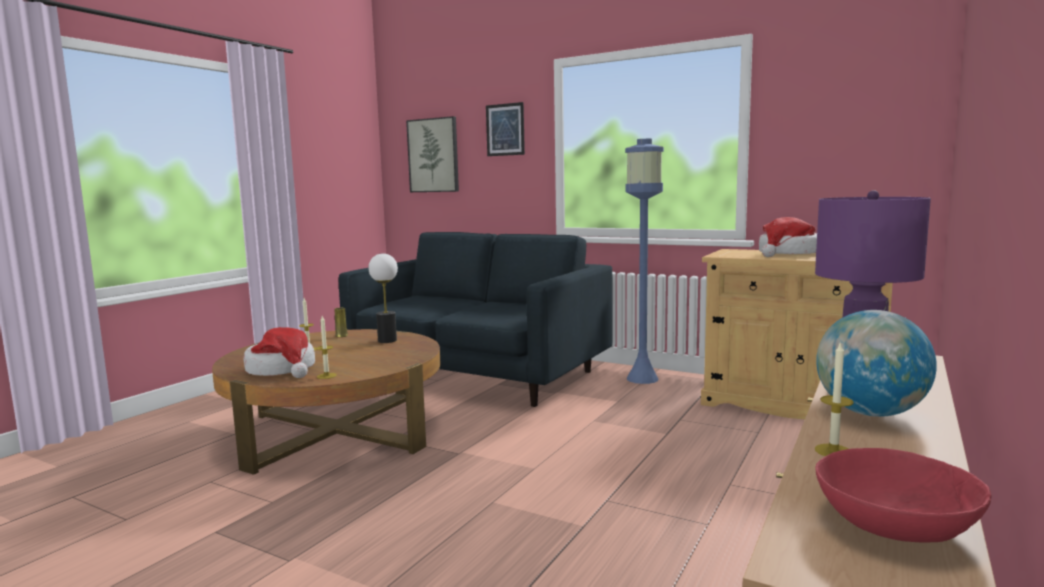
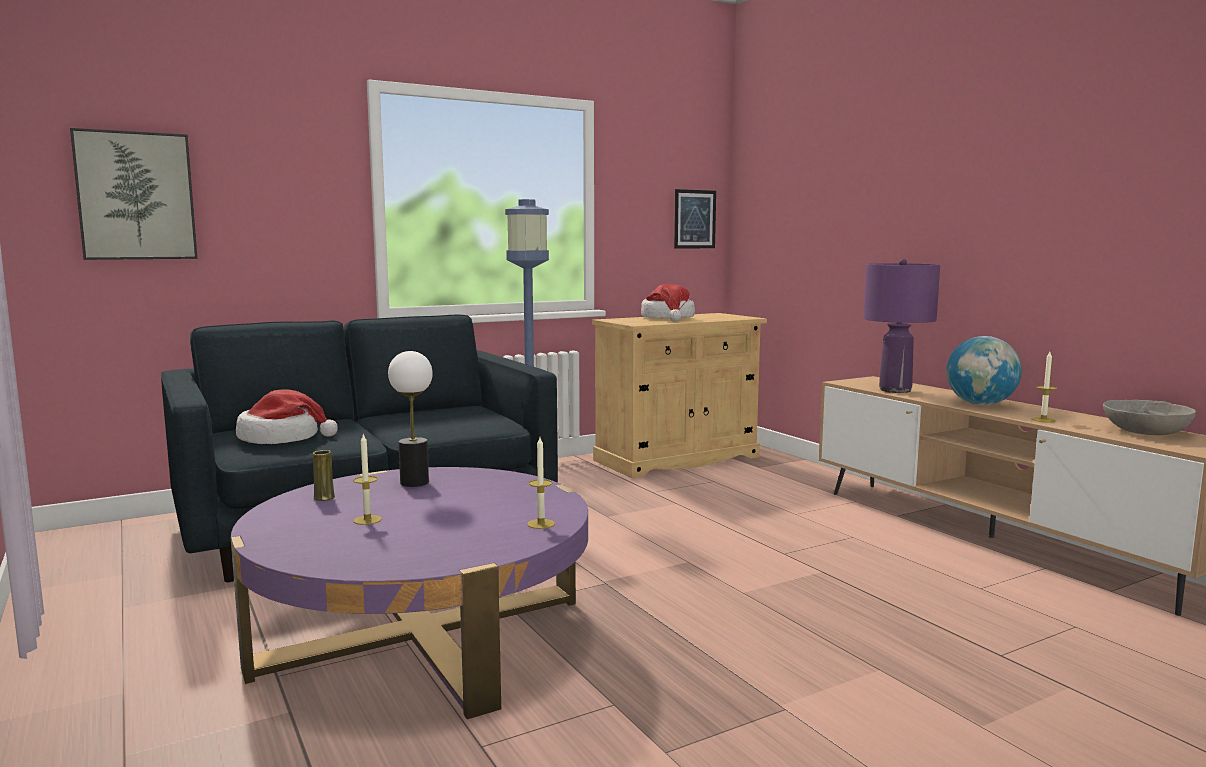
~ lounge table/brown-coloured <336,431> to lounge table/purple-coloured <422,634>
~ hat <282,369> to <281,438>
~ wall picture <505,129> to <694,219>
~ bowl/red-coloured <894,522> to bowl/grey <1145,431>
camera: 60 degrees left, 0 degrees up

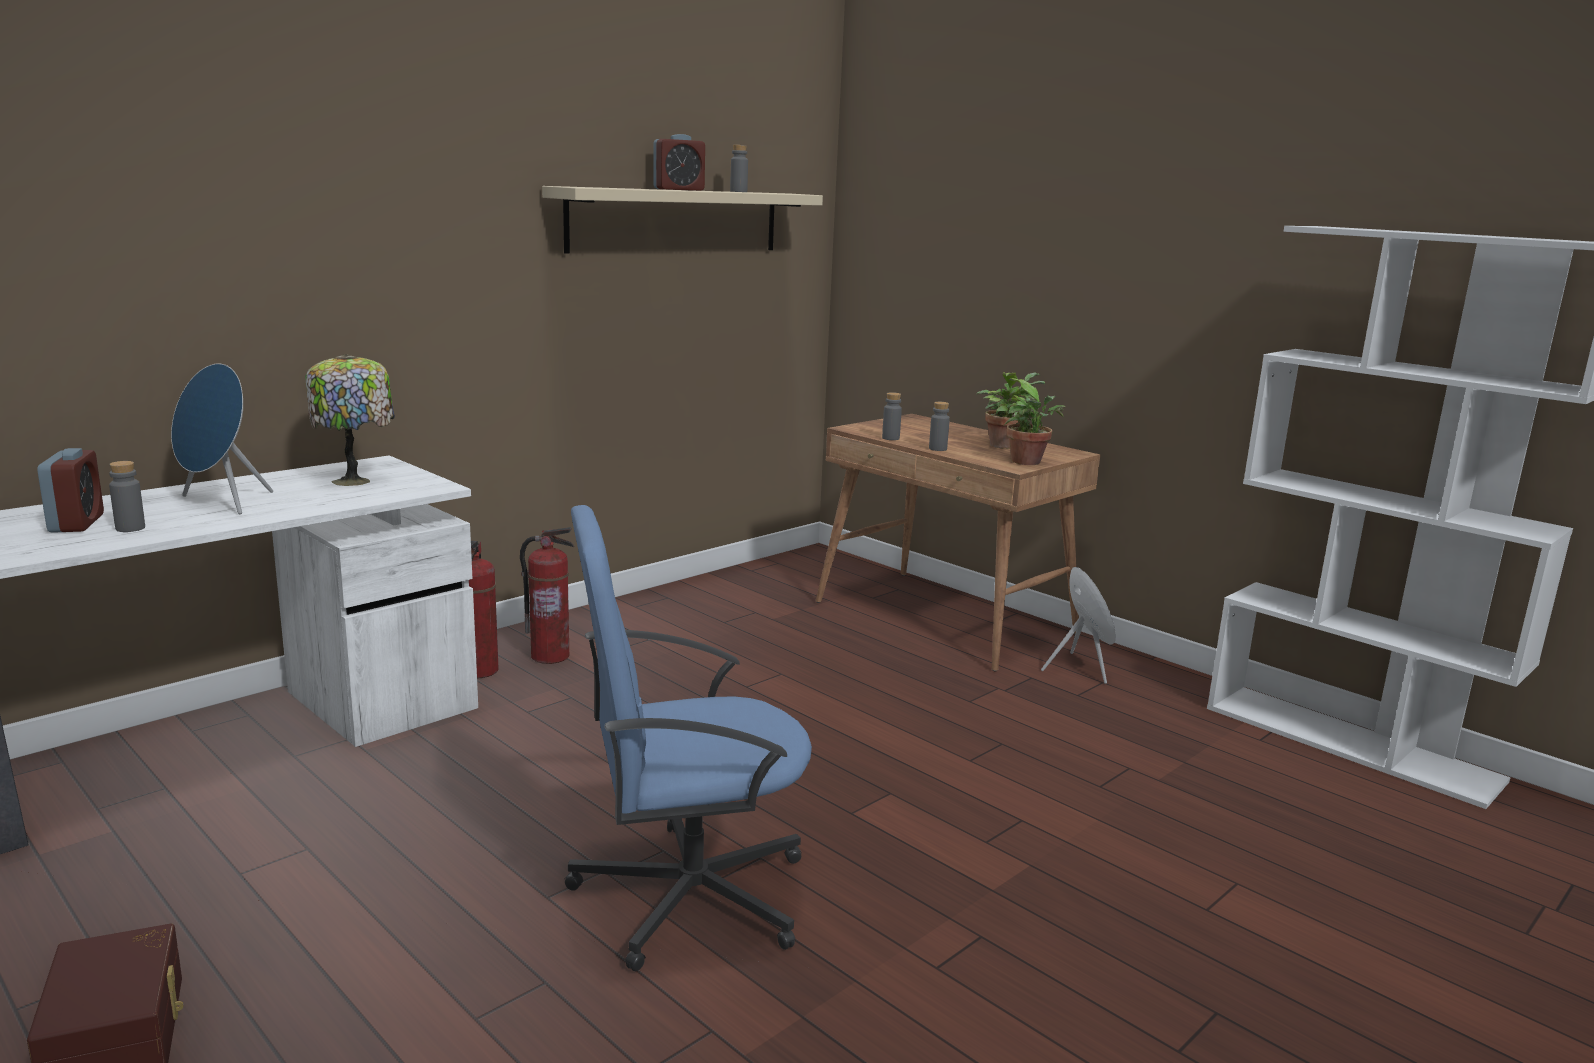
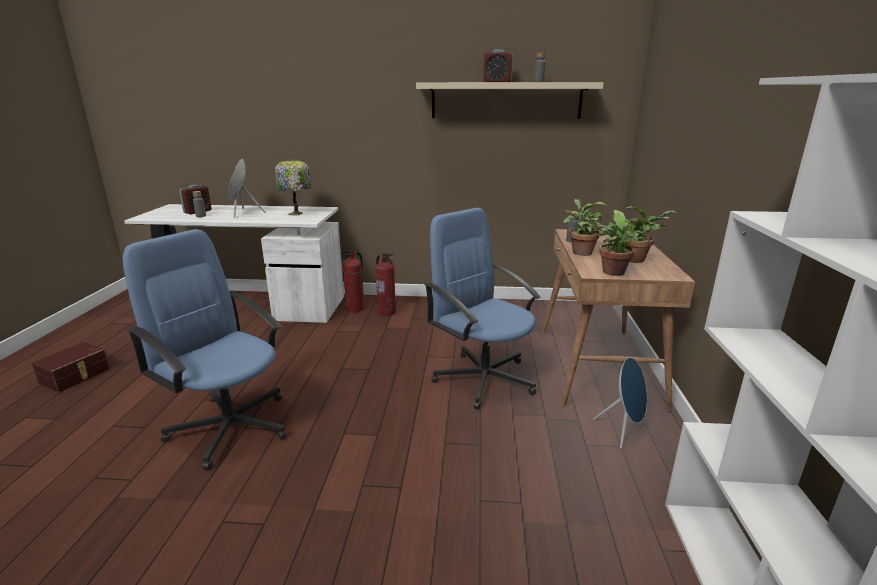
~ beverage bottle/grey <937,449> to plant in a pot <580,252>
+ office chair/blue-coloured <483,378>
camera: 50 degrees right, 5 degrees up

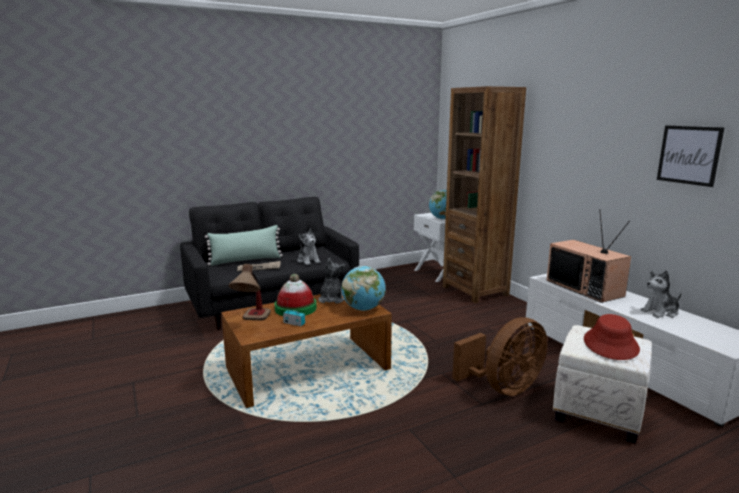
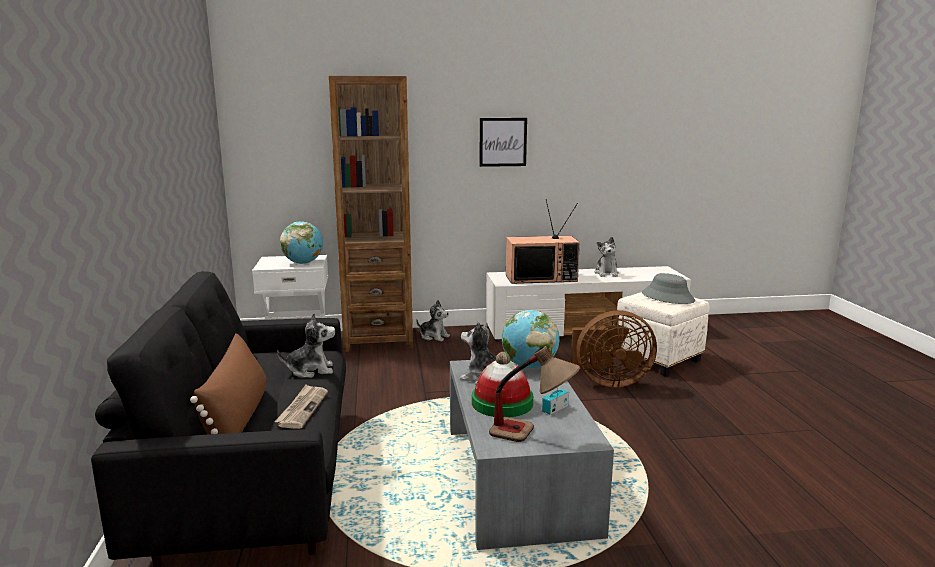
~ throw pillow/green <246,260> to throw pillow/brown-coloured <237,418>
~ lounge table/brown-coloured <308,368> to lounge table/grey <516,478>
~ cooling fan/brown-coloured <503,388> = <608,381> 105 degrees clockwise
~ hat/red-coloured <611,344> to hat/grey <668,297>
~ wall picture <689,155> to <503,142>
+ cuddly toy <434,336>
camera: 70 degrees left, 0 degrees up

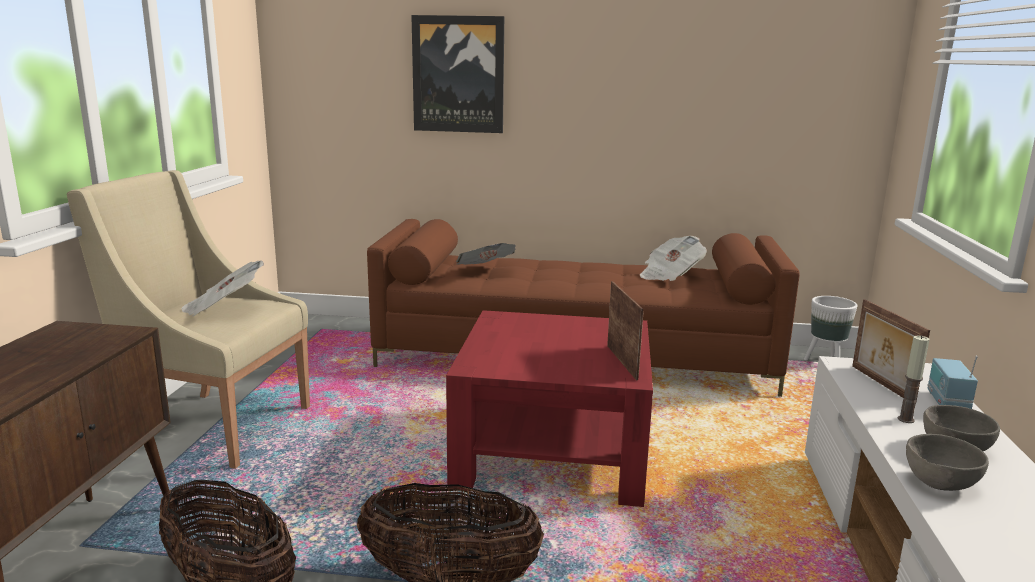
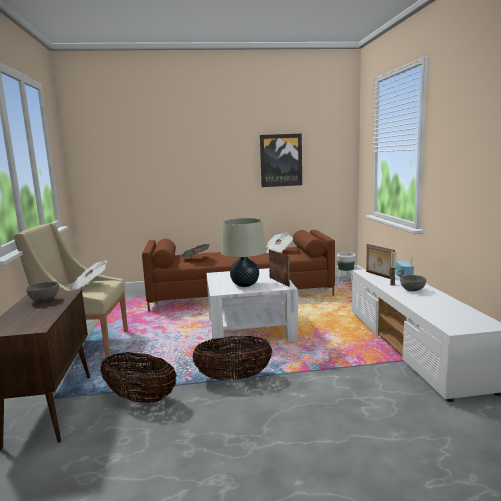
~ wall picture <458,74> to <281,160>
~ lounge table/red-coloured <552,450> to lounge table/white-coloured <250,328>
~ bowl/grey <938,483> to <44,300>
+ lamp for a table/beige-coloured <245,284>
camera: 15 degrees left, 5 degrees down

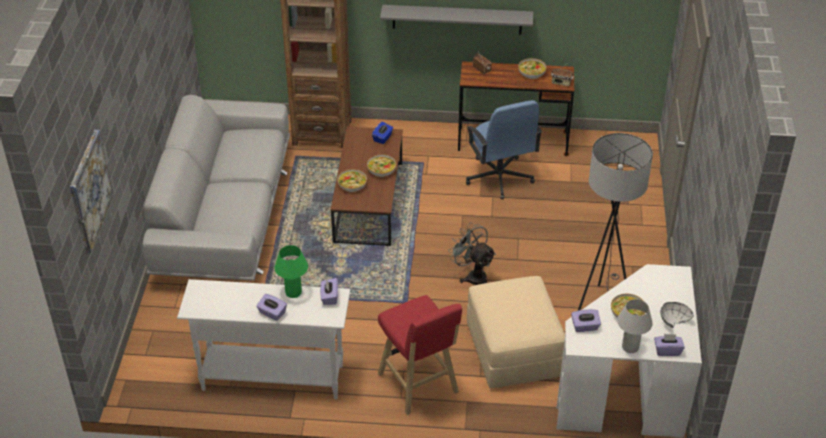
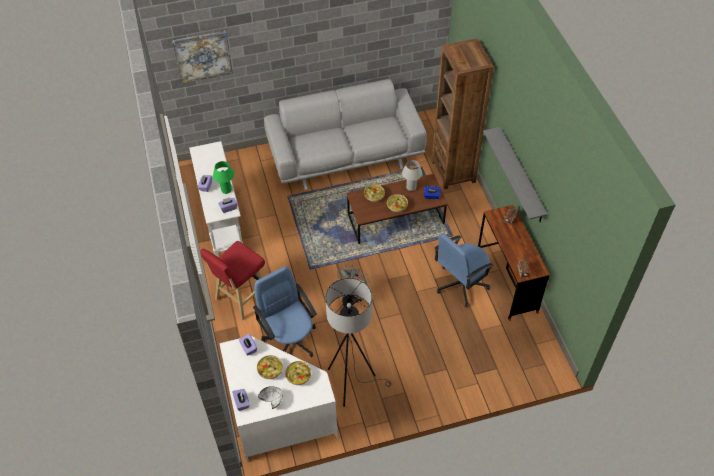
~ footrest/beige-coloured <513,350> to office chair/blue-coloured <290,340>
~ bowl <531,73> to <298,376>
~ lamp for a table/white-coloured <630,347> to <411,187>
camera: 70 degrees right, 10 degrees up

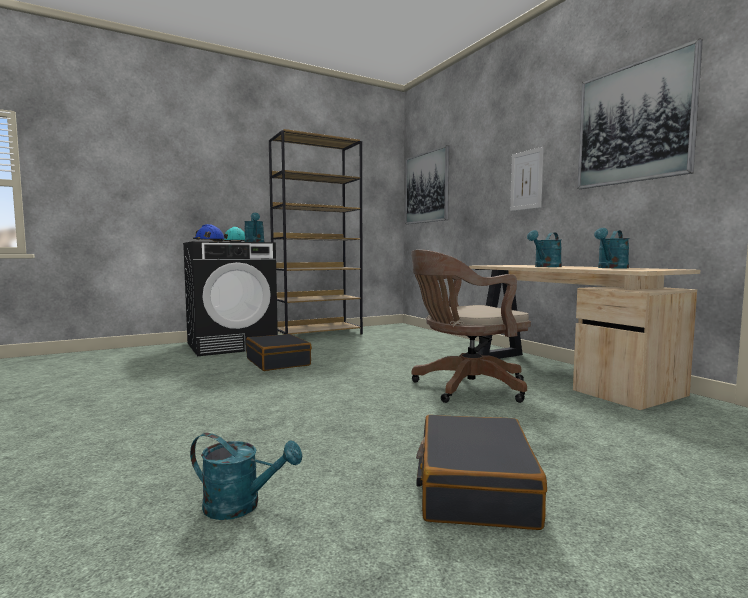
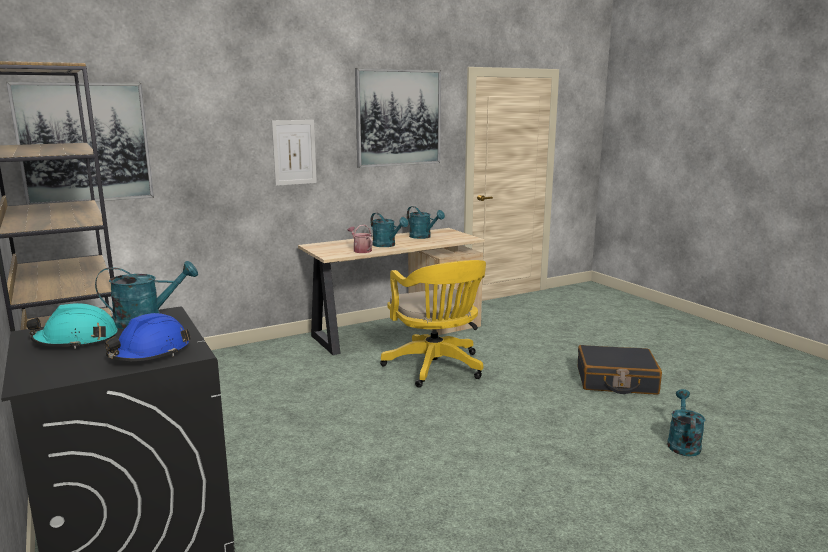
- piece of luggage/black-coloured <278,362>
~ office chair/brown-coloured <465,388> to office chair/yellowish <436,368>
+ watering can <361,250>
camera: 90 degrees left, 10 degrees up

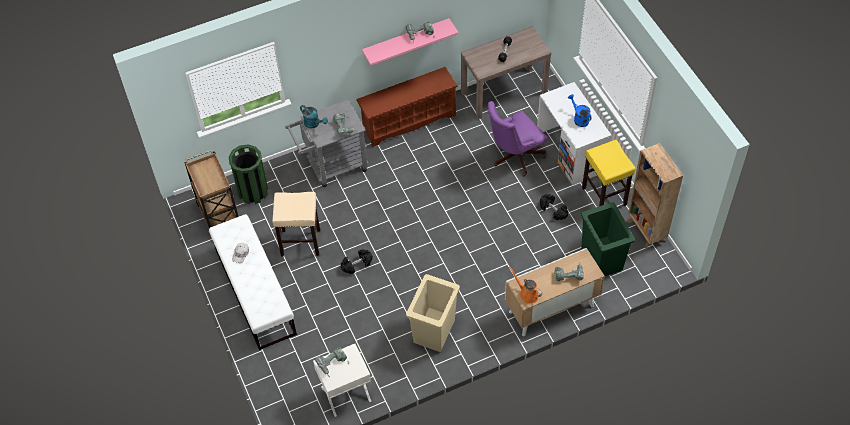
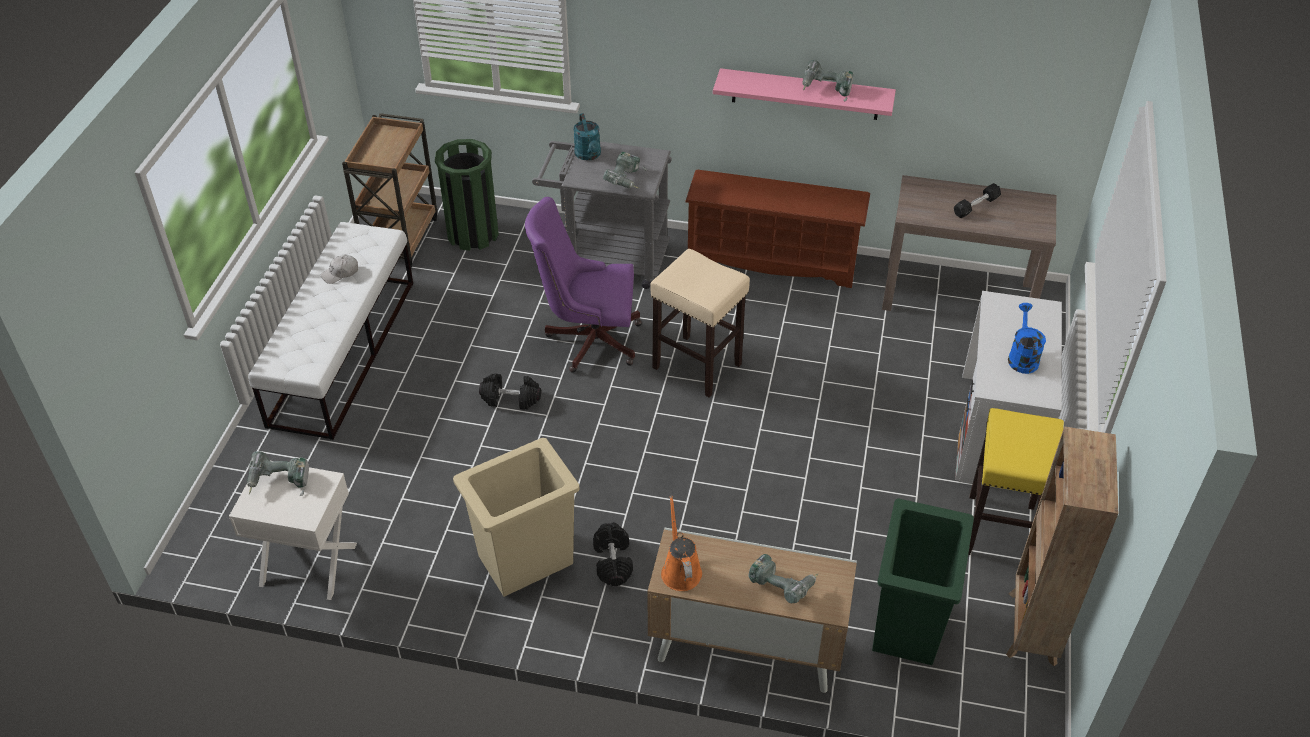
~ stool/beige-coloured <301,242> to <698,366>
~ office chair/purple-coloured <514,156> to <588,339>
~ hand weight/black-coloured <553,210> to <613,562>
camera: 35 degrees right, 10 degrees down

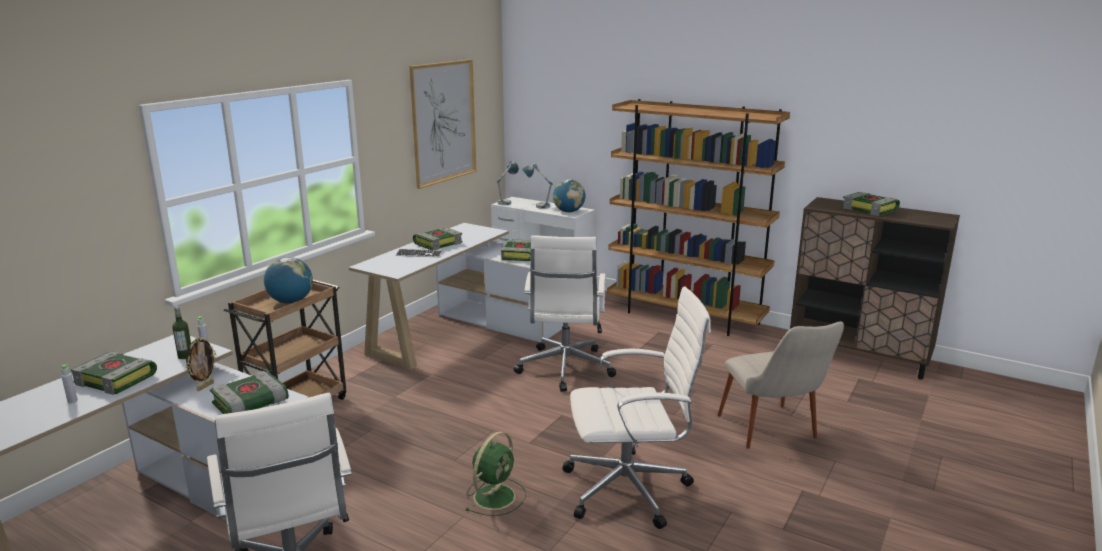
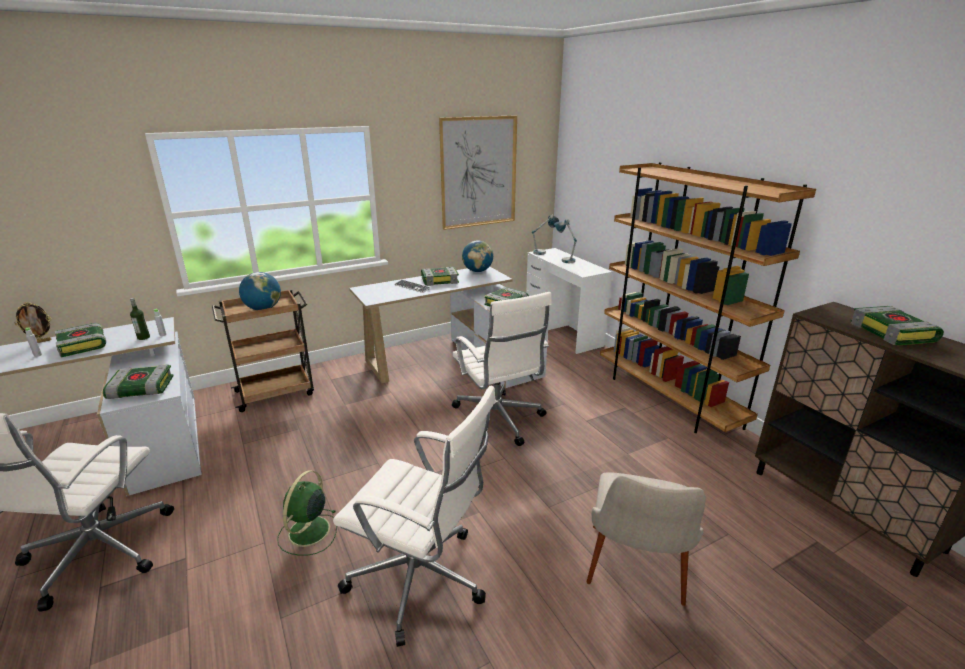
~ photo frame <205,386> to <41,341>
~ cooling fan/green <495,496> = <308,532> 135 degrees clockwise
~ office chair/white-coloured <564,369> = <497,421> 60 degrees counterclockwise
~ globe <568,211> to <477,271>
camera: 30 degrees right, 5 degrees up

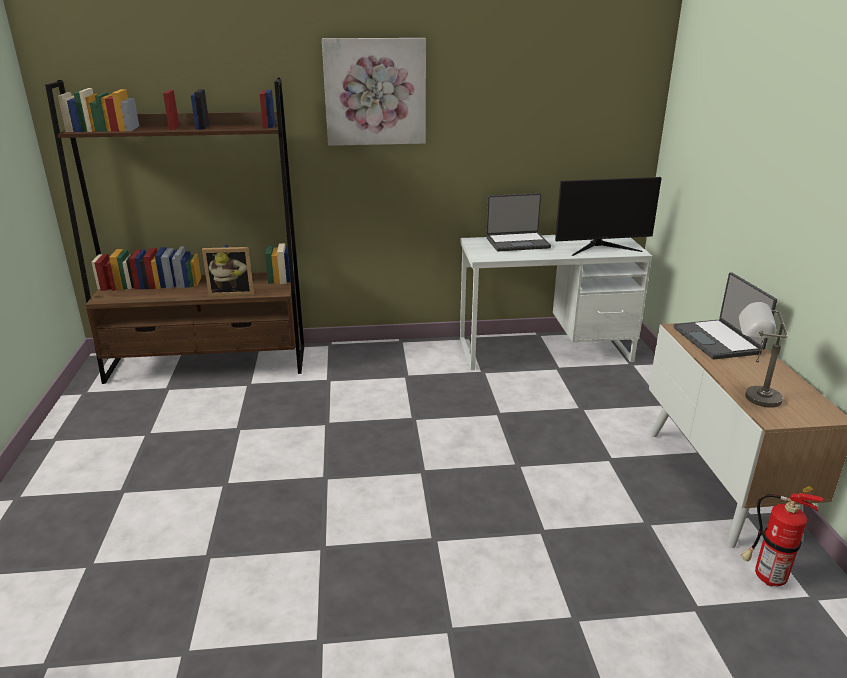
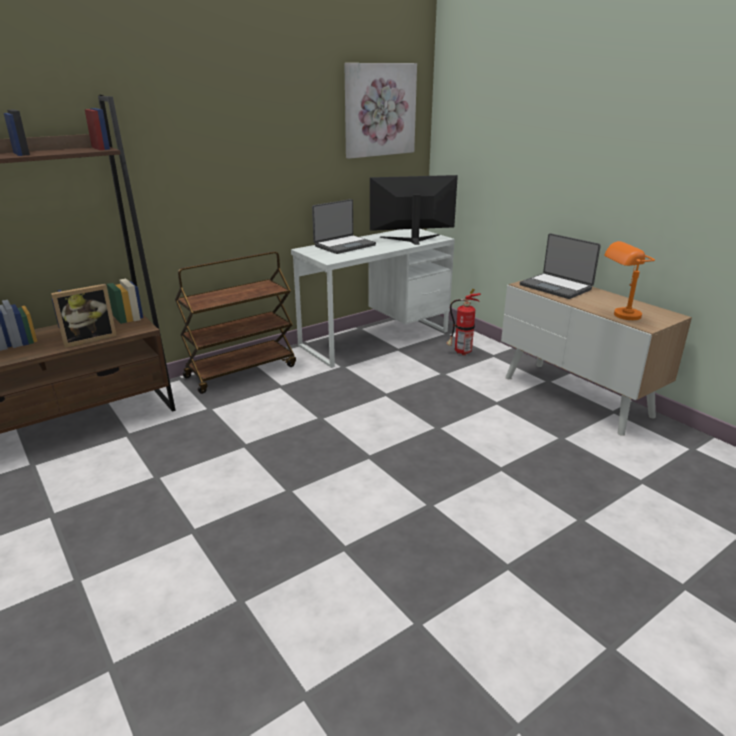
~ wall picture <375,92> to <379,110>
~ monitor <601,248> = <412,239> 150 degrees counterclockwise
~ lamp for a table/grey <750,397> to lamp for a table/orangey <619,316>
~ fire-fighting cylinder <765,577> to <460,353>
+ wheeled cart/brown-coloured <241,371>
camera: 30 degrees left, 0 degrees up

